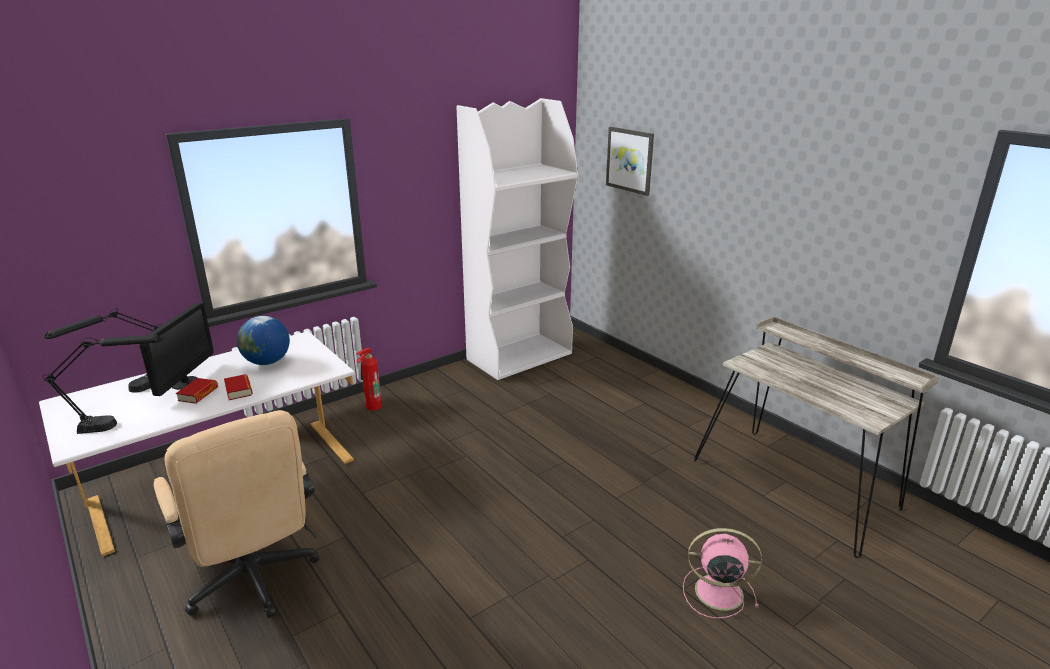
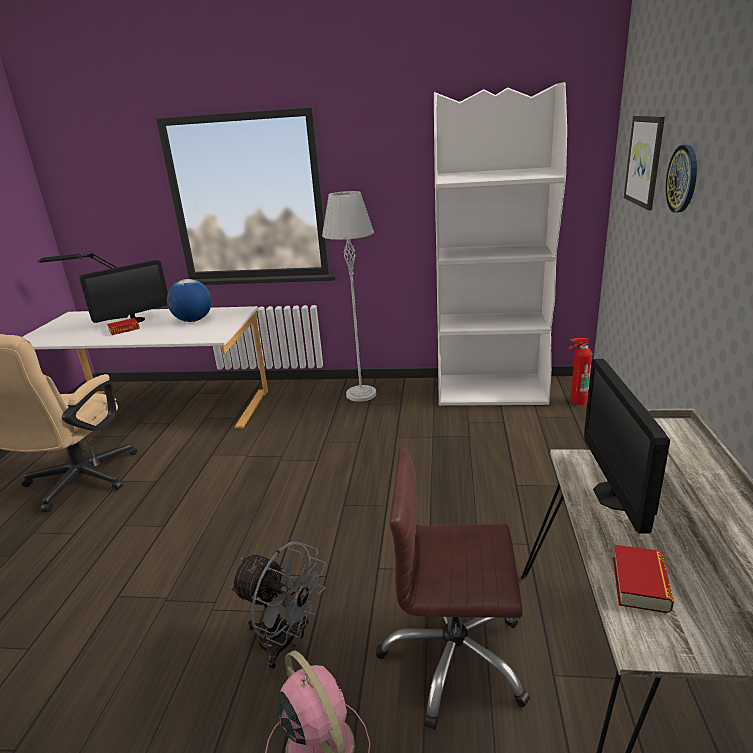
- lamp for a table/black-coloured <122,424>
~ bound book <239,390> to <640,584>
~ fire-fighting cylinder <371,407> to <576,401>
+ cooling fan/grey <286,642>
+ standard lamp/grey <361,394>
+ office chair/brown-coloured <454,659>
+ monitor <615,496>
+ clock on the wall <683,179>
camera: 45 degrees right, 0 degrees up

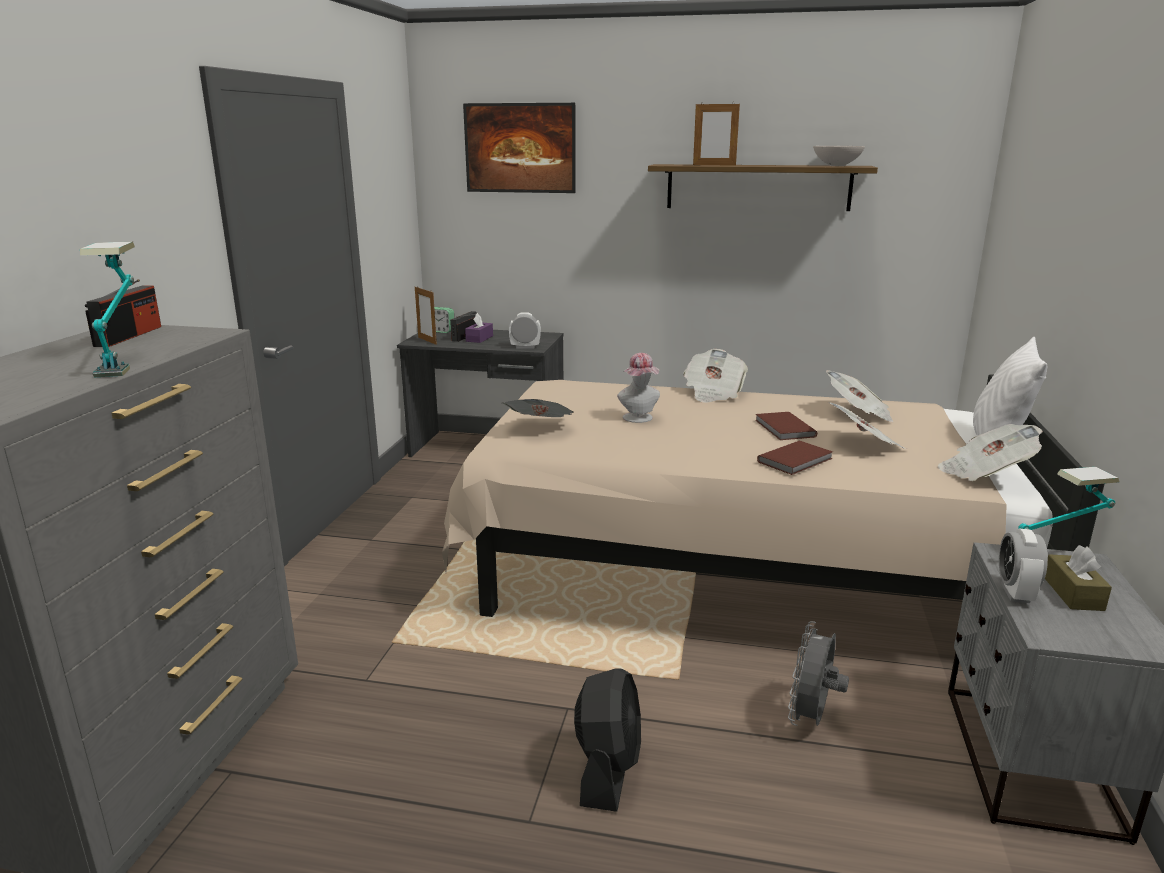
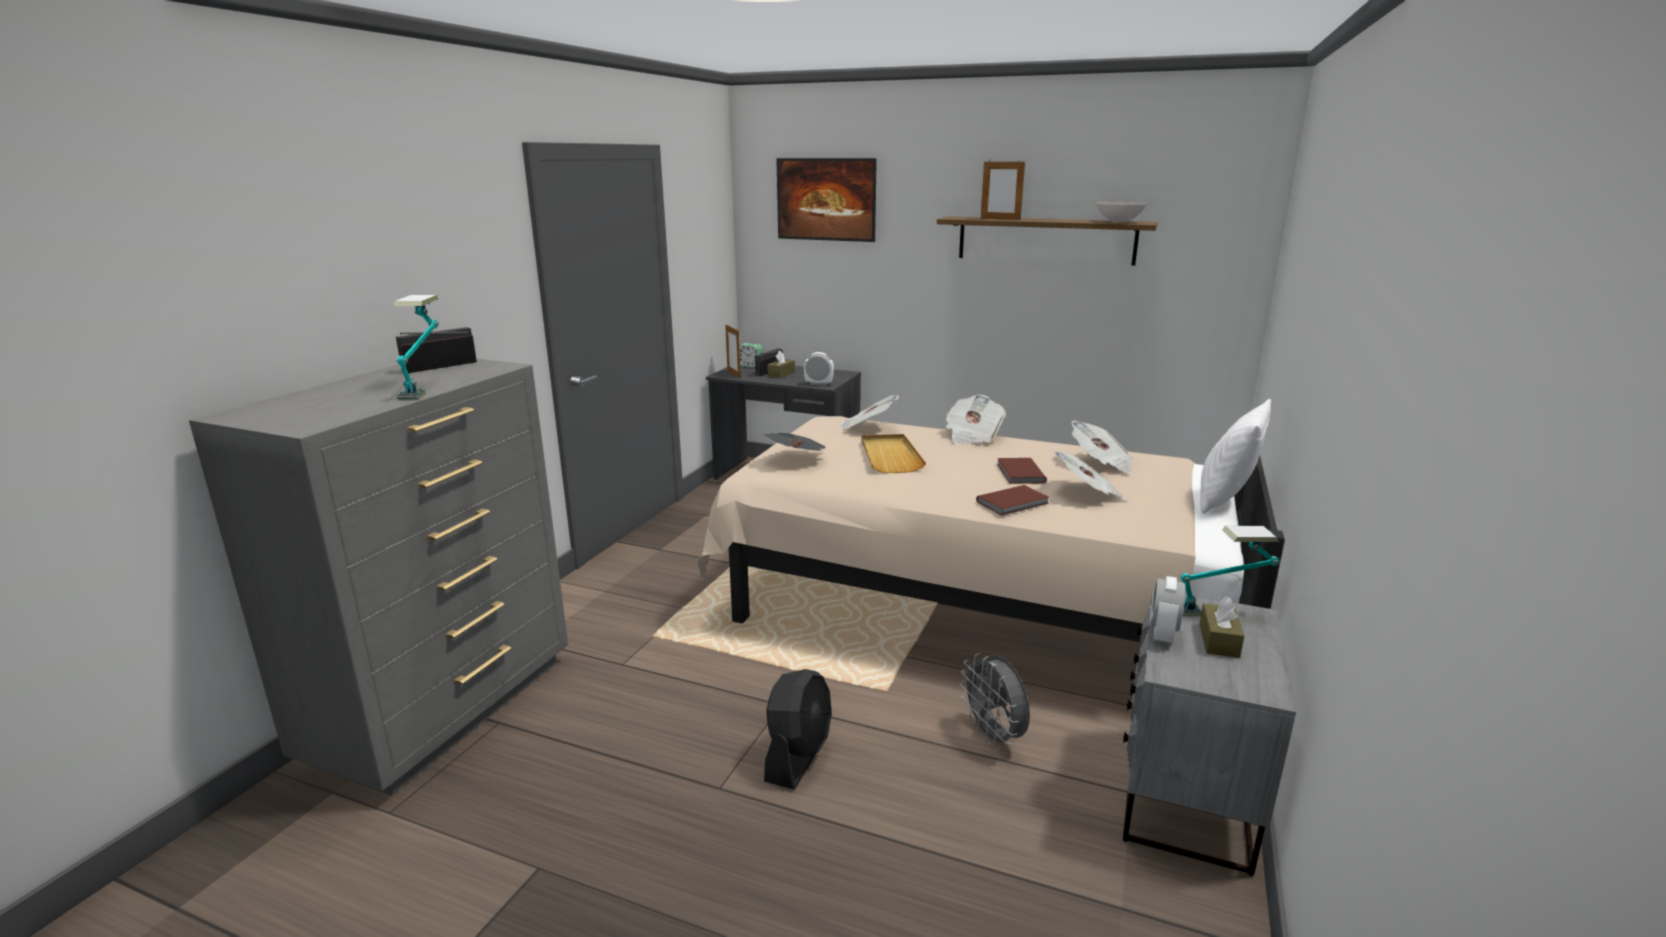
~ radio <129,336> = <439,366> 150 degrees counterclockwise
~ box of tissues/purple-coloured <479,338> to box of tissues/brown-coloured <781,374>
~ hat <639,419> to carrying tray/beige-coloured <890,456>
~ cooling fan/grey <811,719> = <994,737> 60 degrees counterclockwise
~ printed paper <985,473> to <867,428>
camera: 10 degrees right, 0 degrees up

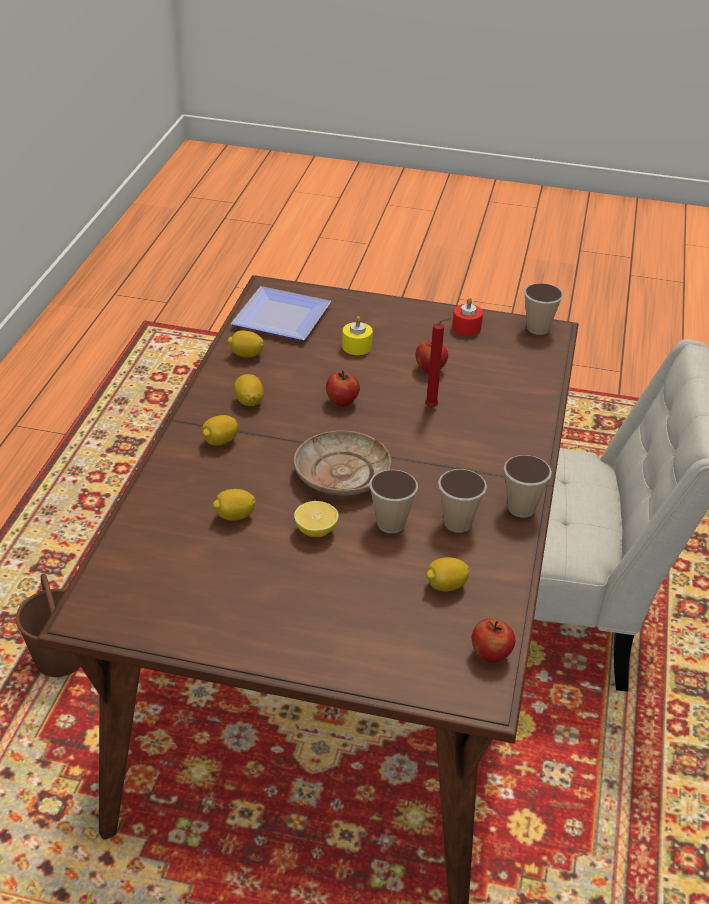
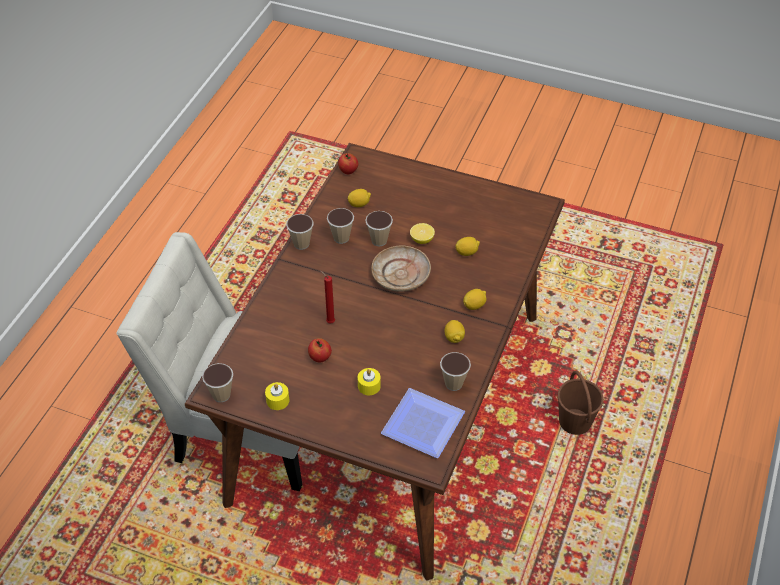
~ whole lemon <246,355> to drinking cup <453,383>
- apple fruit <342,402>
~ wax candle/red-coloured <466,327> to wax candle/yellowish <277,400>
camera: 170 degrees left, 10 degrees up

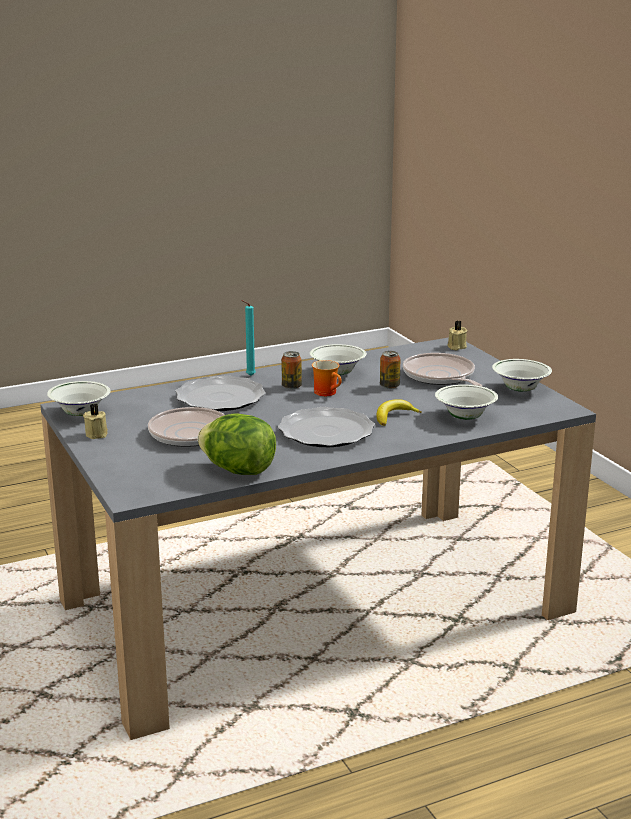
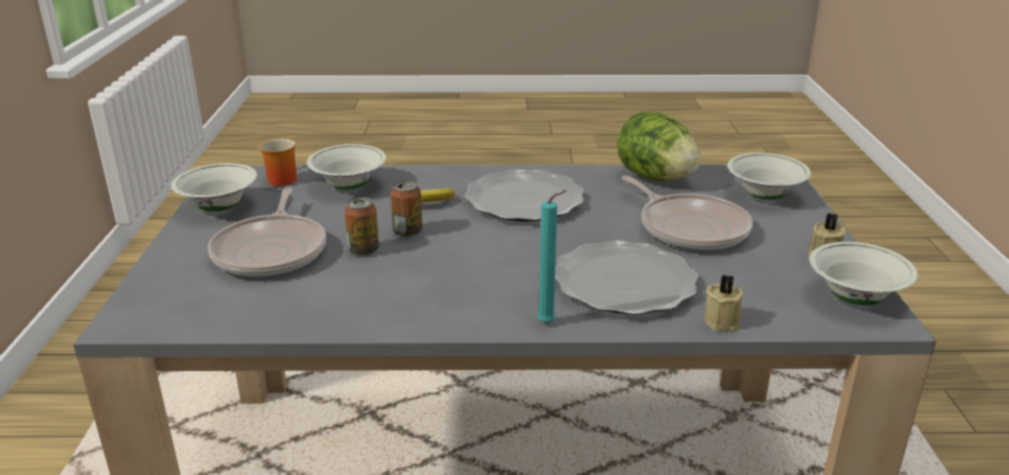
~ sealed can <291,386> to <407,232>
~ bowl/white-coloured <337,374> to <764,196>
~ mug <328,392> to <280,179>
~ wax candle/beige-coloured <456,347> to <723,321>
camera: 155 degrees left, 5 degrees up

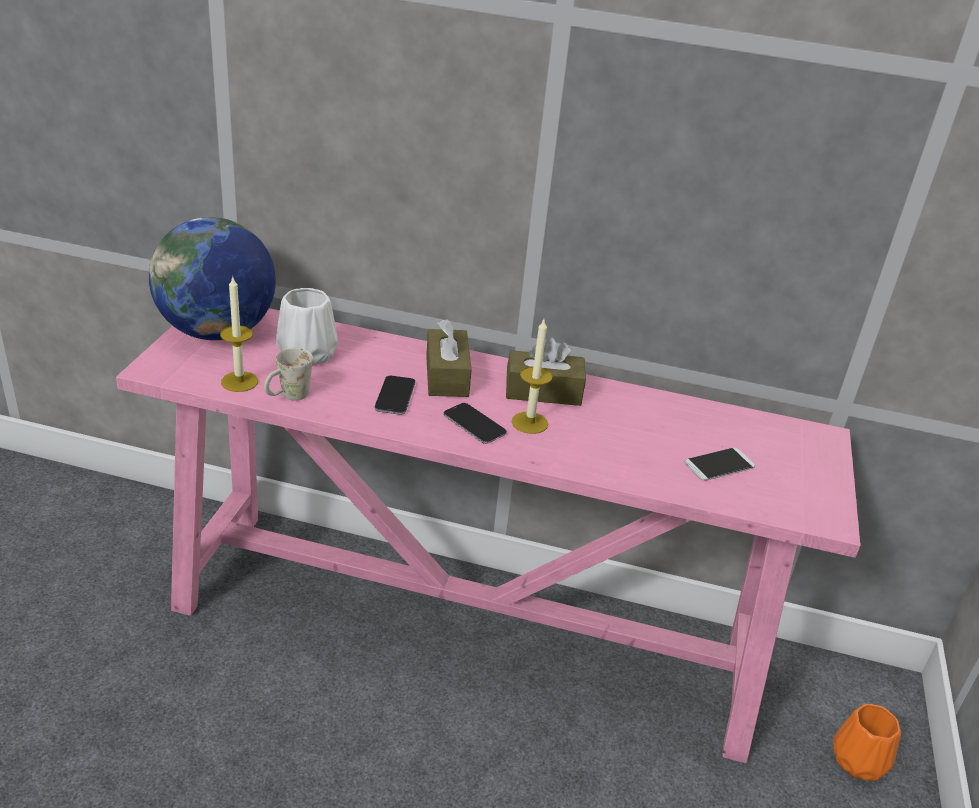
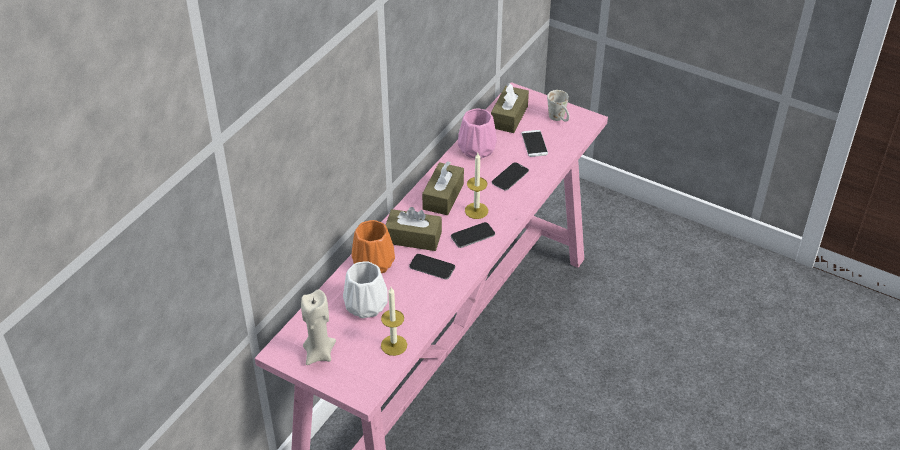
~ globe <217,332> to wax candle/beige-coloured <319,353>
~ mug/white-coloured <288,396> to <559,119>
~ flower vase/orangey <856,760> to <373,264>
+ flower vase/pink-coloured <476,148>
+ box of tissues/brown-coloured <509,117>
+ phone <510,177>
camera: 70 degrees left, 10 degrees up

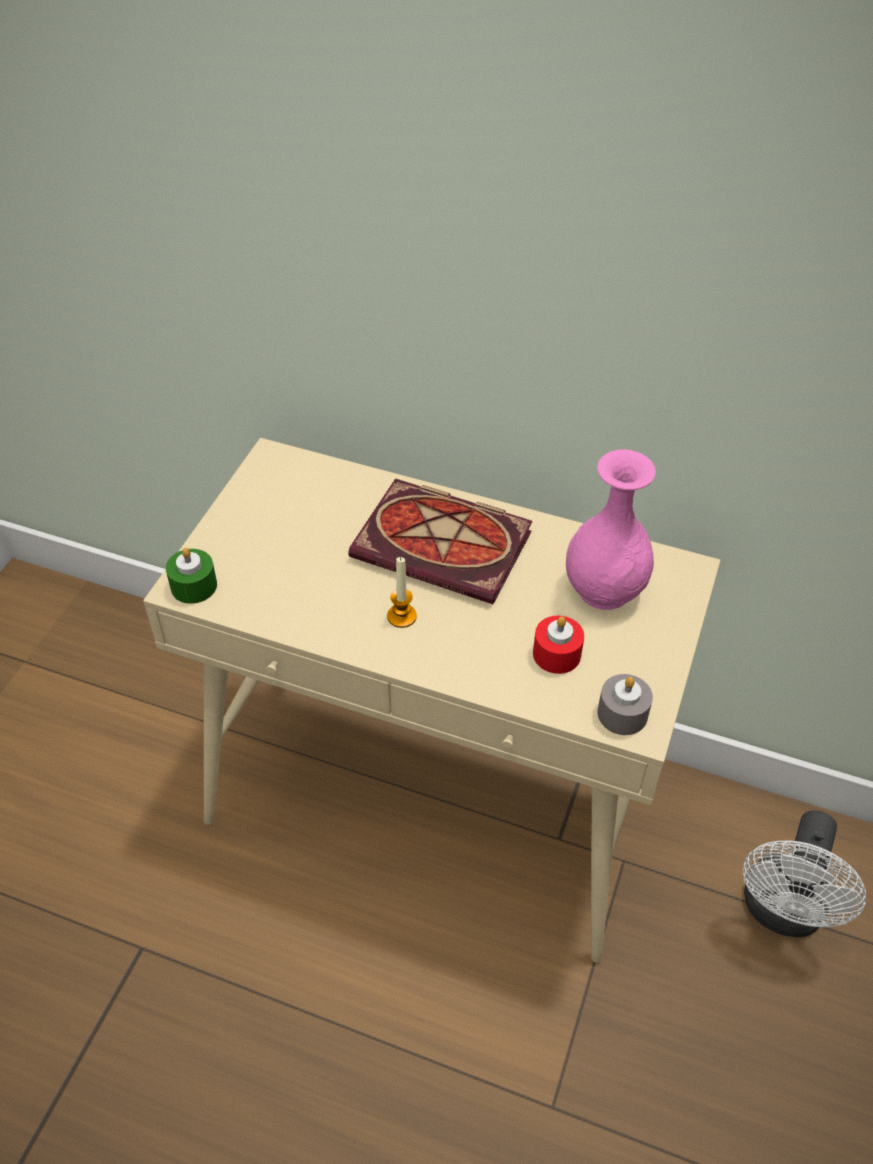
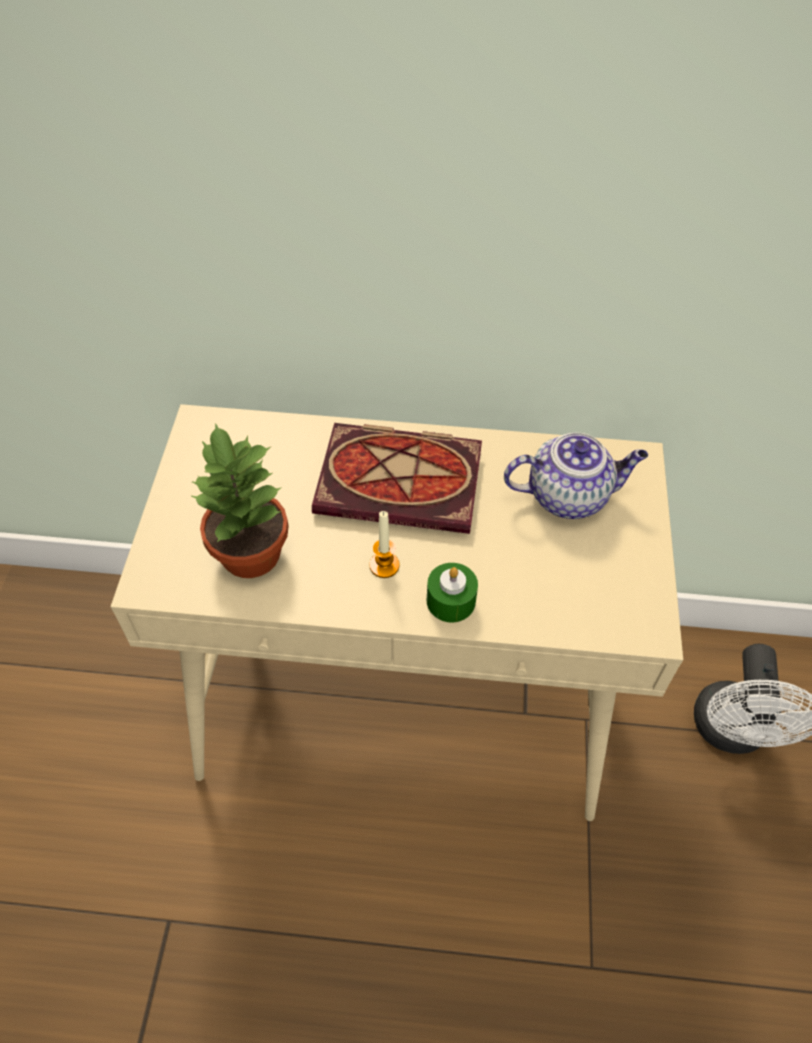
~ wax candle/green <194,586> to <451,601>
- wax candle/red-coloured <556,654>
~ flower vase/pink-coloured <605,590> to pot for tea <569,495>
- wax candle/grey <622,714>
+ plant in a pot <250,555>
camera: 15 degrees left, 5 degrees up

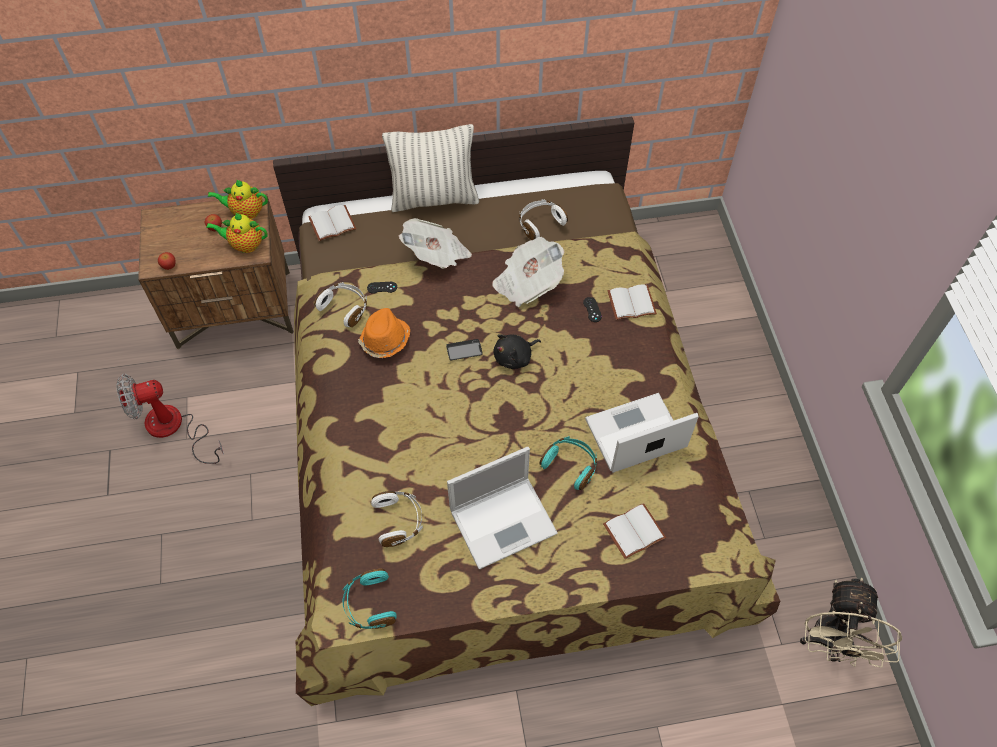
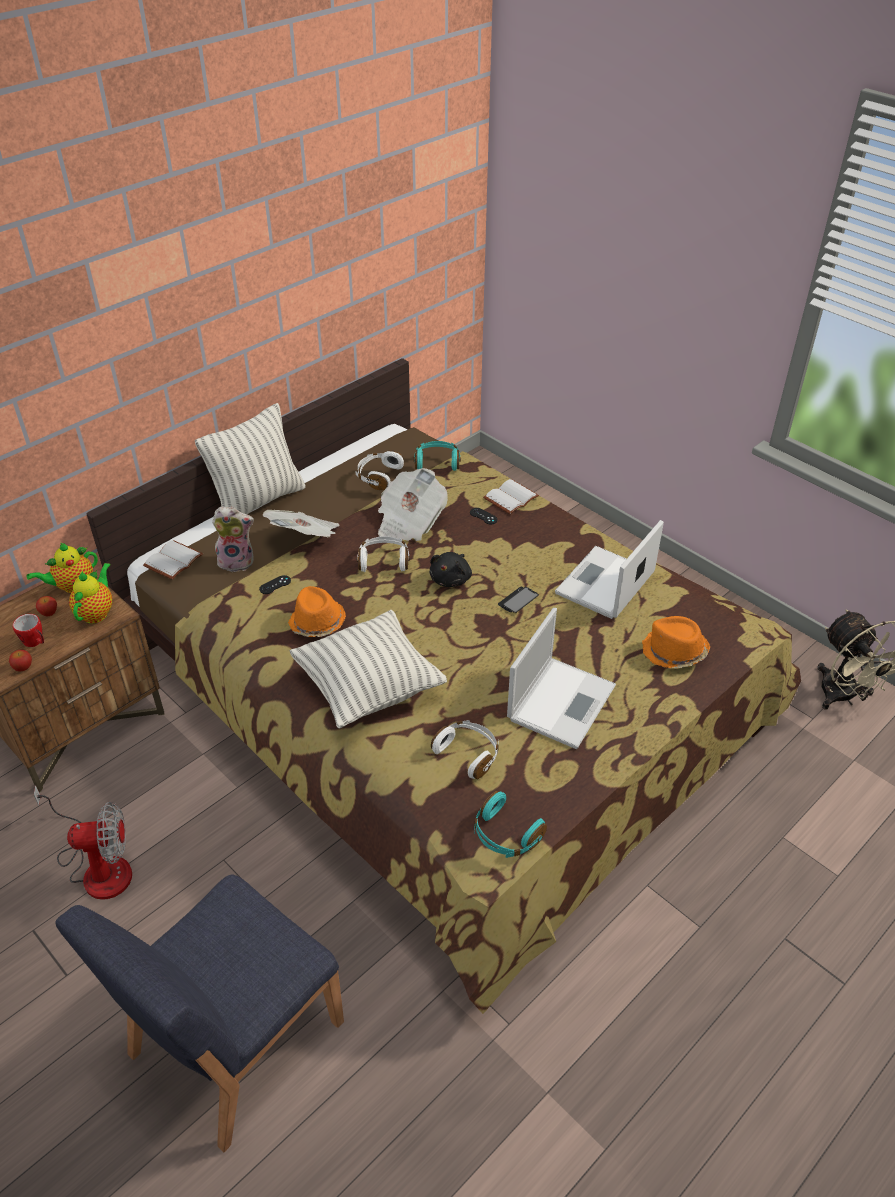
~ cooling fan <174,428> = <98,867> 135 degrees counterclockwise
~ pot for tea <245,245> = <97,612> 135 degrees clockwise
~ pair of headphones/white-coloured <345,308> to <383,561>
~ phone <464,350> to <518,600>
~ pair of headphones/blue-green <570,465> to <437,462>
~ bound book/white-coloured <634,533> to hat/orangey <674,652>
+ mug <35,642>
+ plain chair/blue-coloured <233,1039>
+ cuddly toy <237,561>
+ throw pillow <369,688>
camera: 35 degrees left, 15 degrees down

